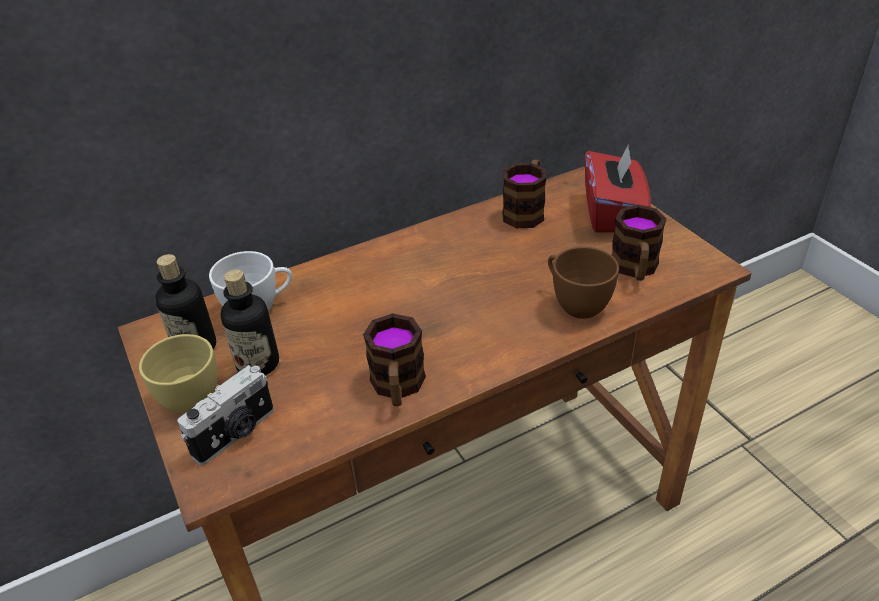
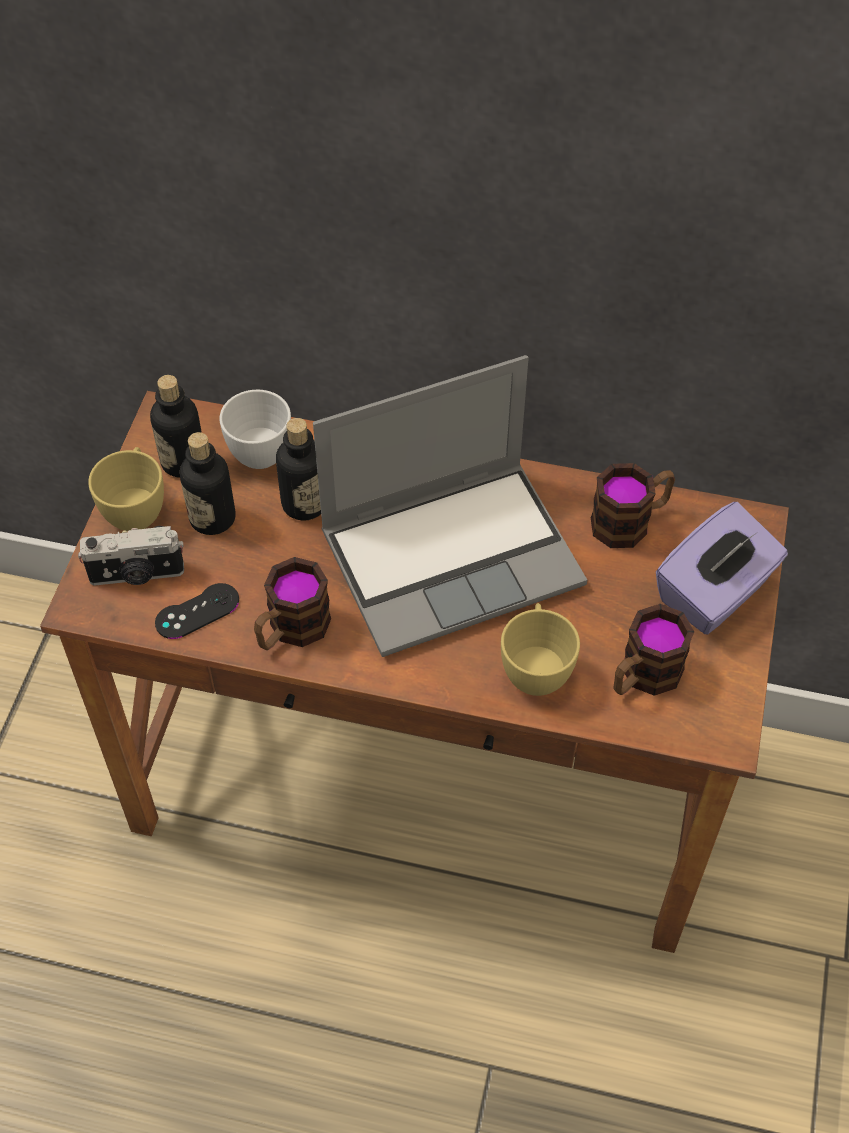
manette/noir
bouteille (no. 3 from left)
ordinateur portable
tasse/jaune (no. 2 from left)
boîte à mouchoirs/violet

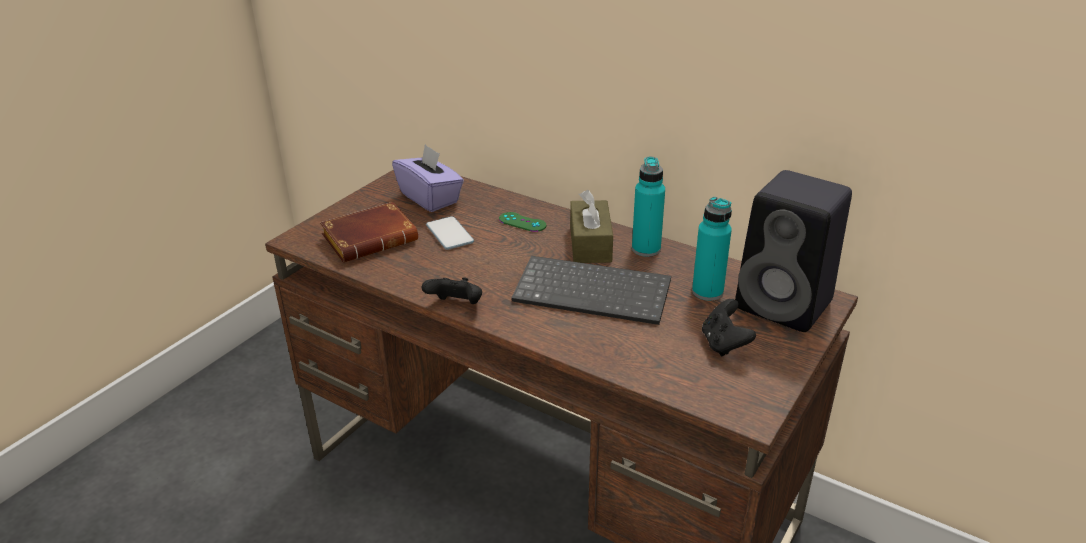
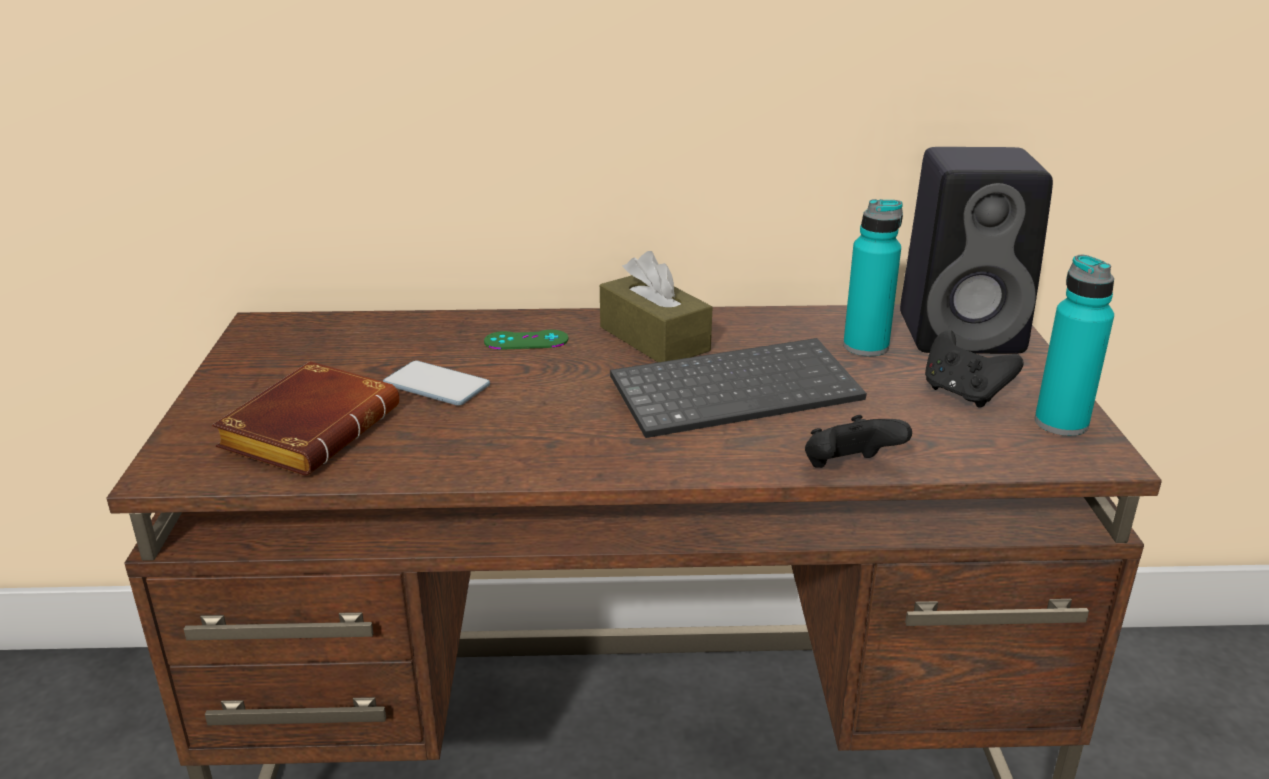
boîte à mouchoirs/violet
manette/noir (no. 1 from left)
bouteille/turquoise (no. 2 from left)

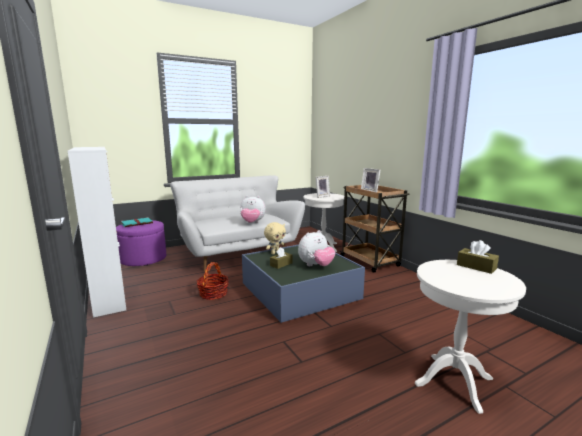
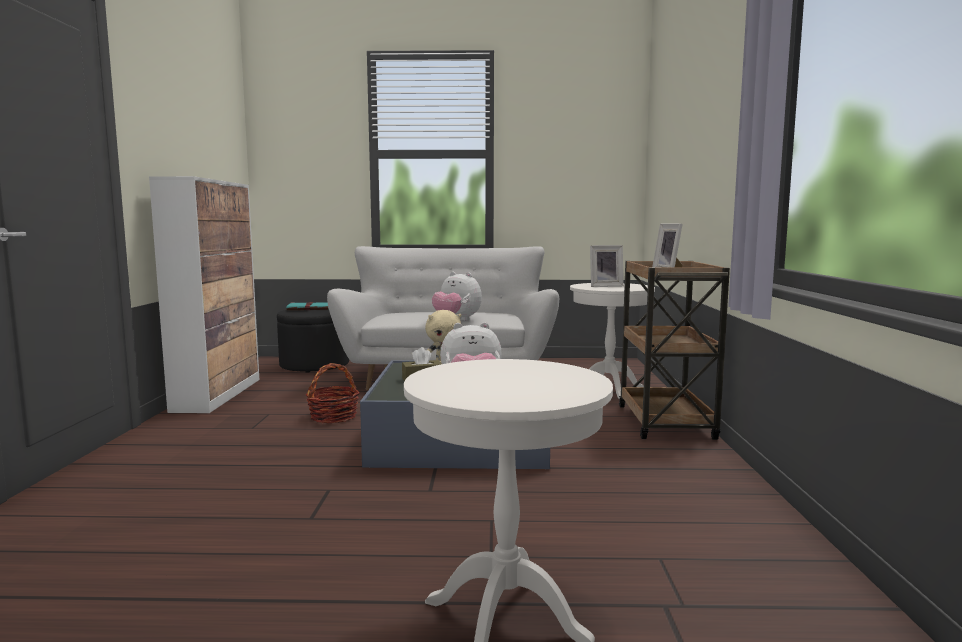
boîte à mouchoirs/marron (no. 2 from left in the first image)
pouf/noir

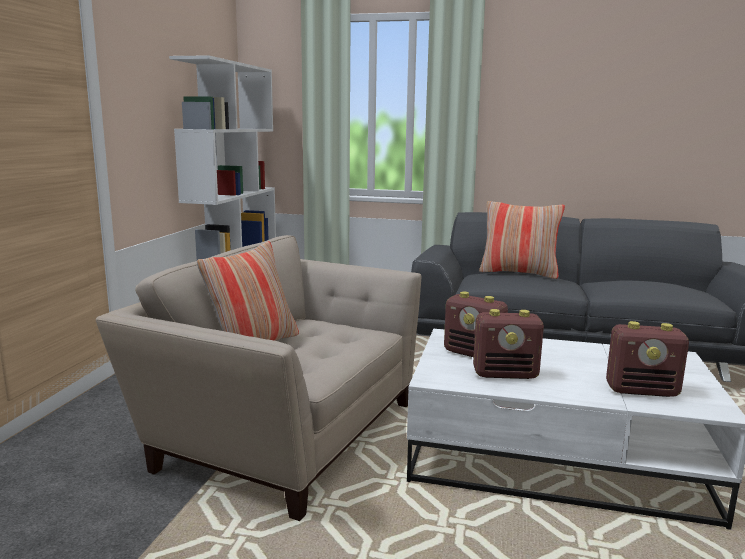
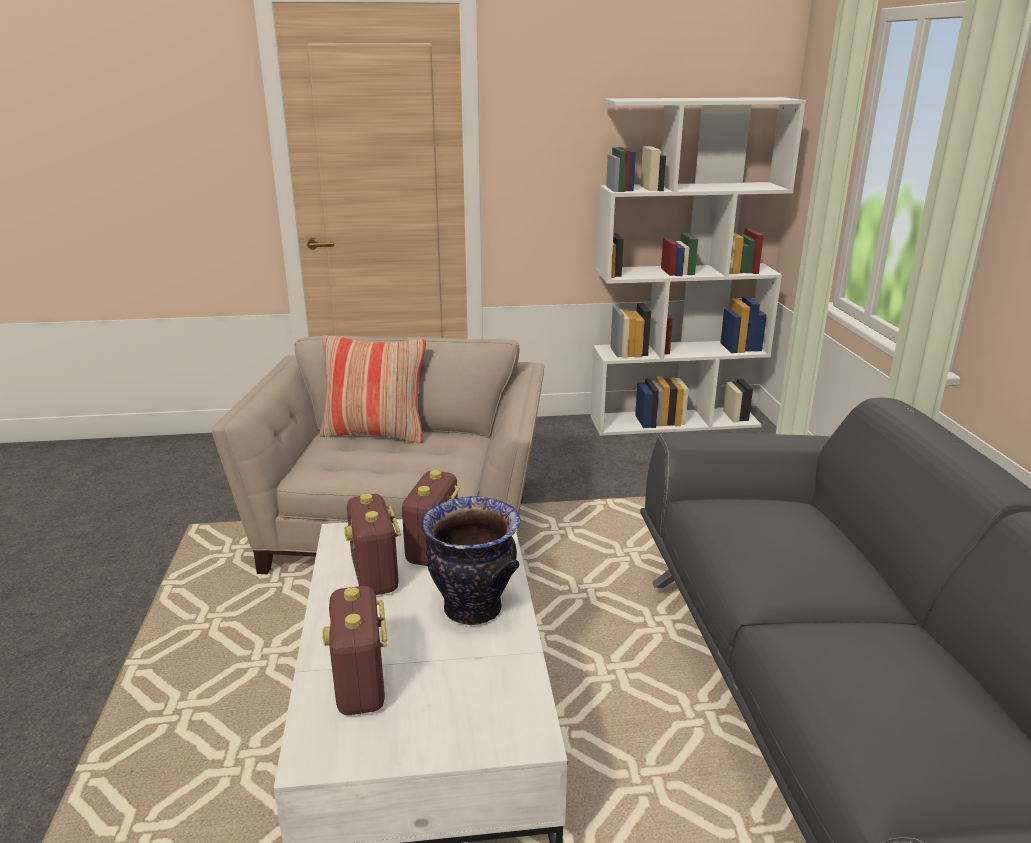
coussin (no. 2 from left in the first image)
vase

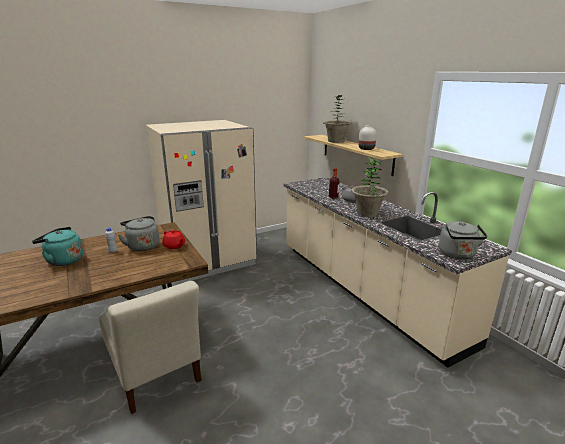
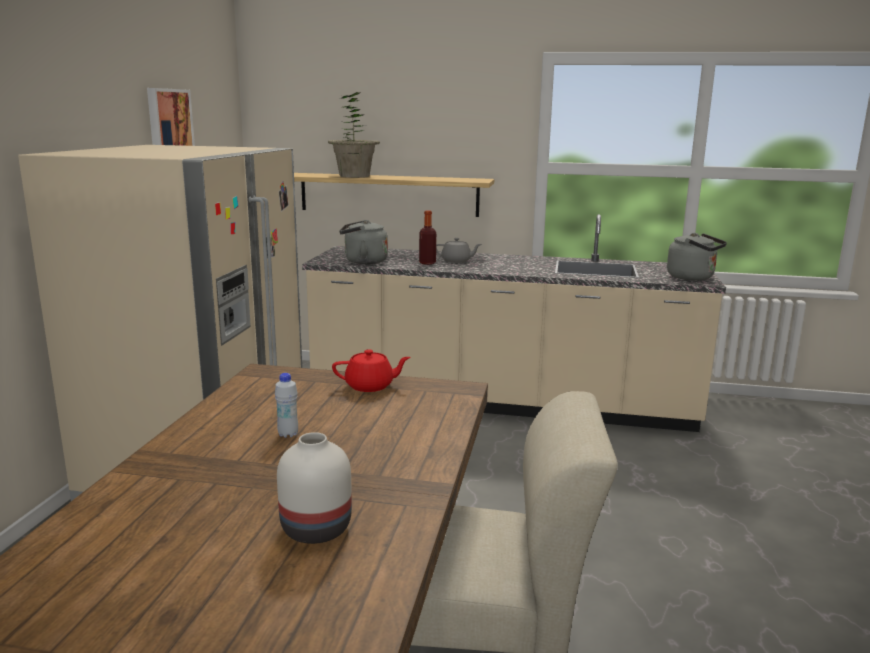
bouilloire/turquoise
plante en pot (no. 2 from left in the first image)
tableau
bouilloire/gris (no. 1 from left)
vase/blanc

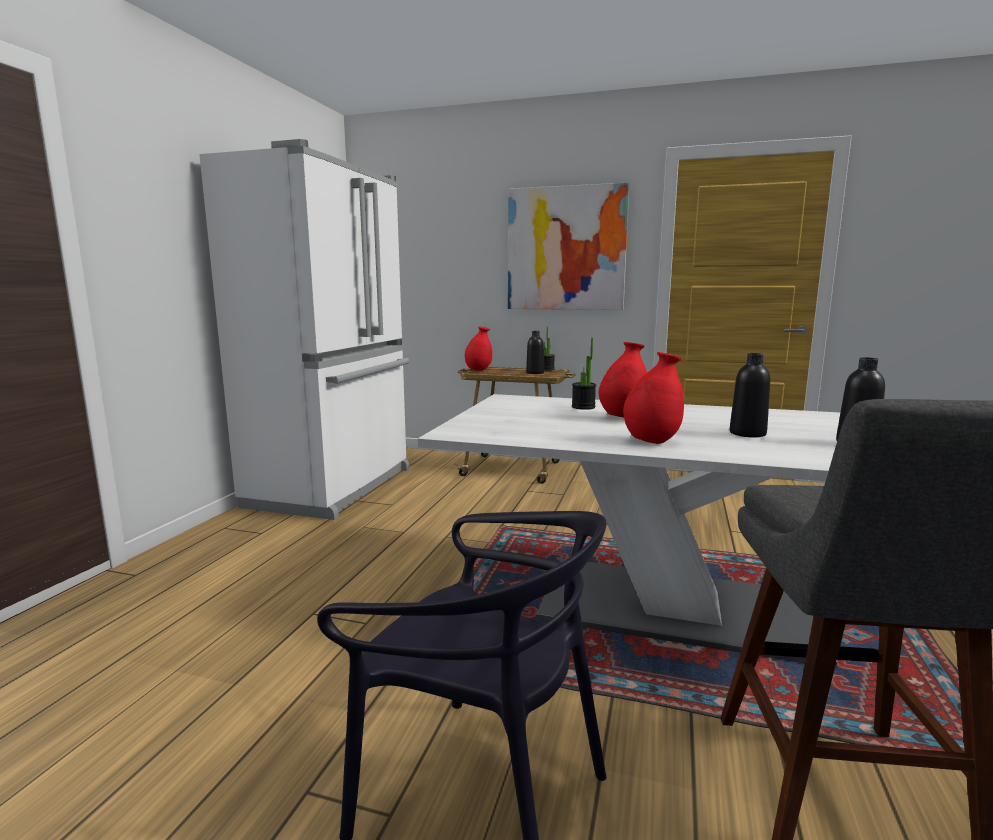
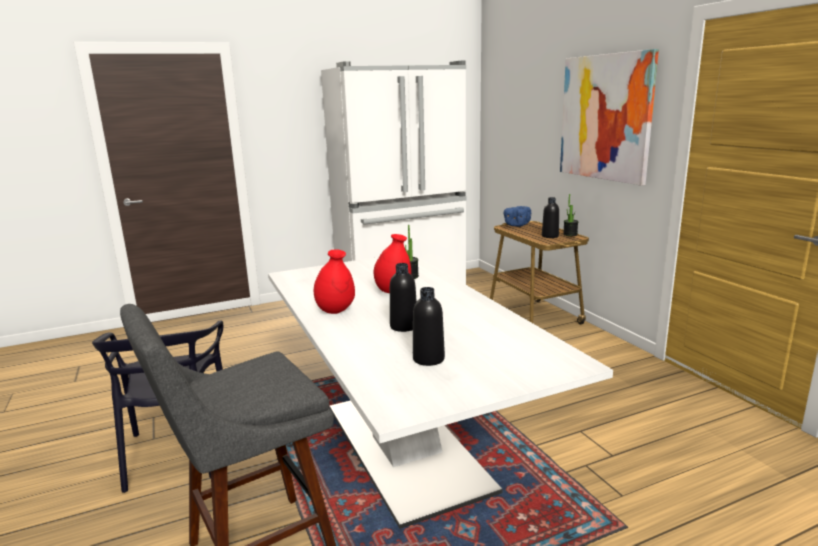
bol/bleu

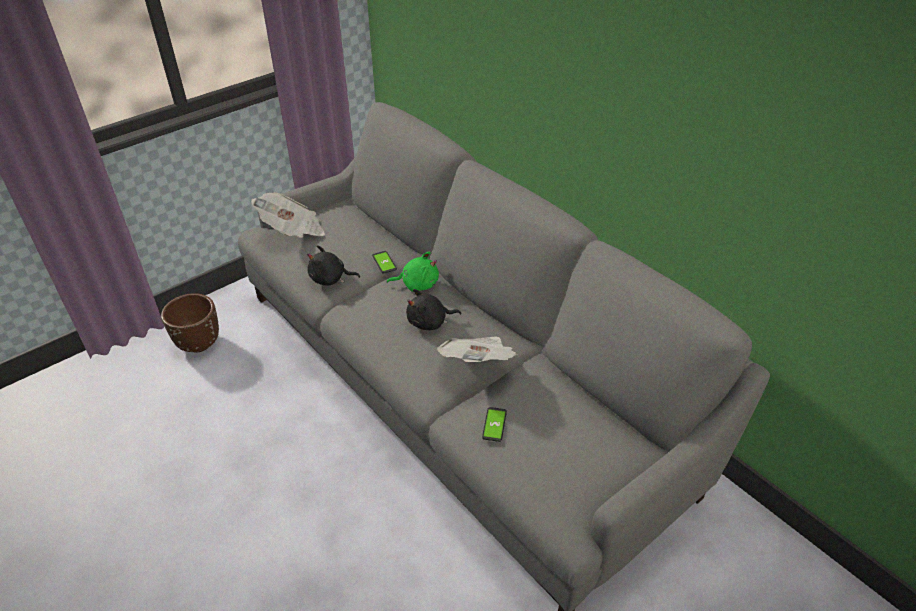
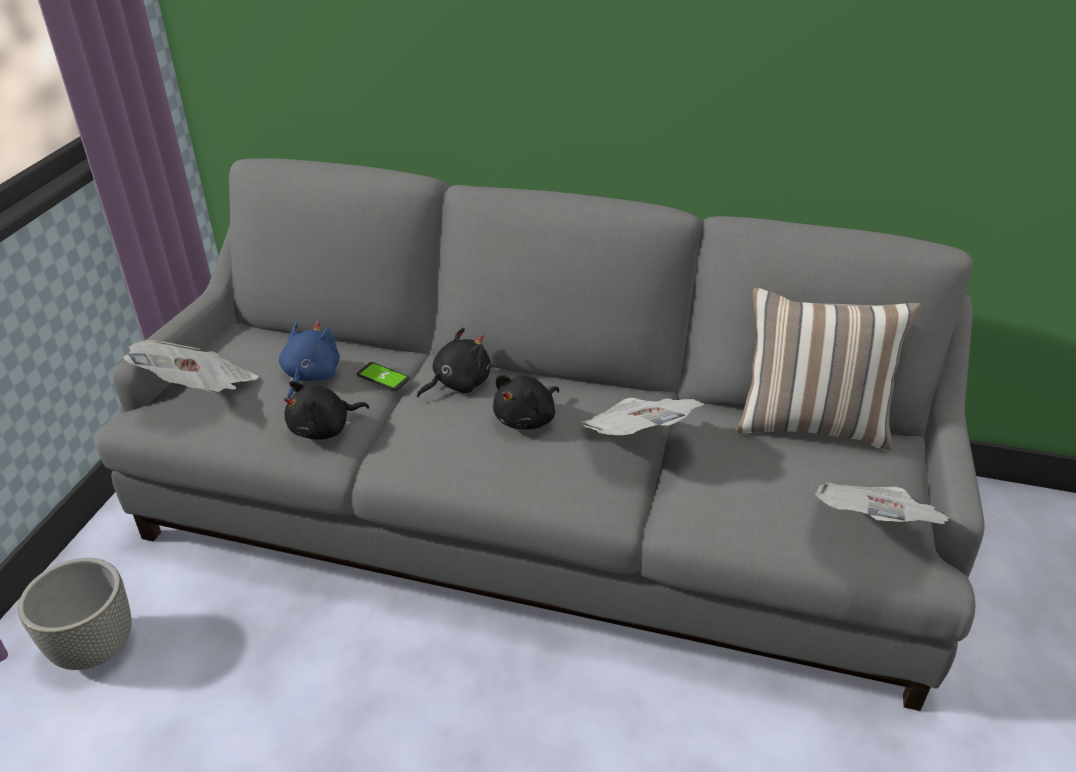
téléphone (no. 2 from left in the first image)
peluche/bleu
coussin
journal (no. 3 from left)
cache-pot/gris
peluche/noir (no. 2 from left)

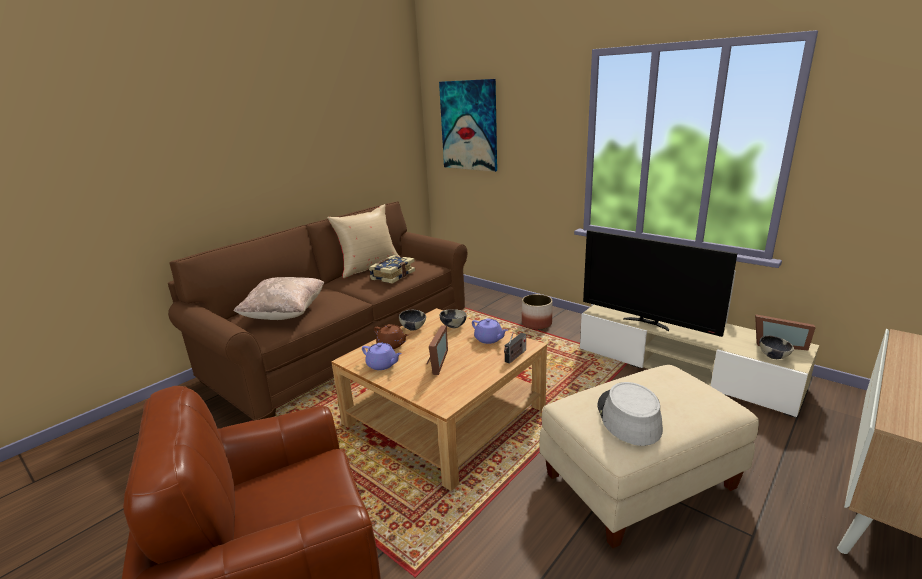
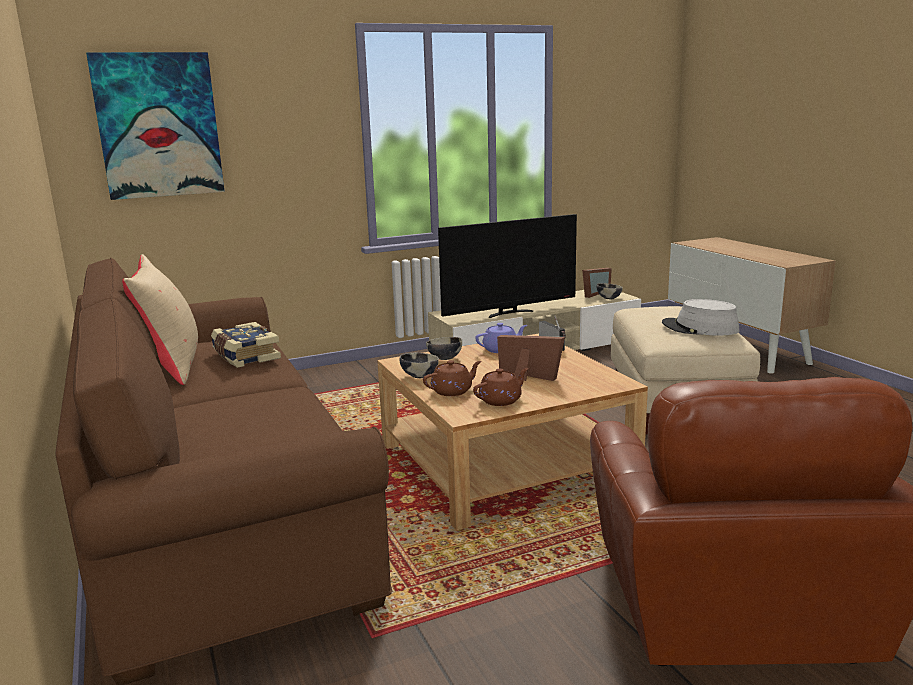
coussin/beige (no. 1 from left in the first image)
cache-pot
théière/marron (no. 2 from left)

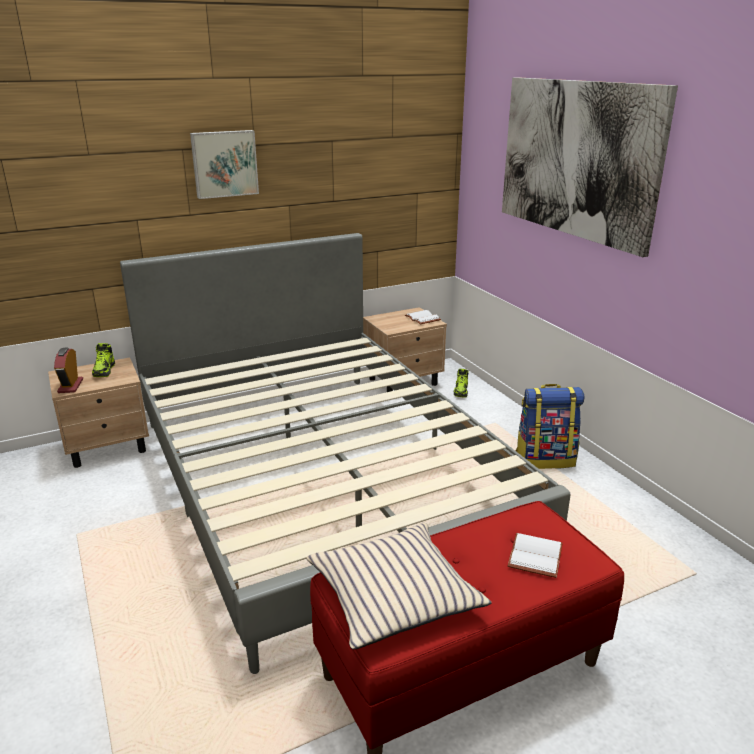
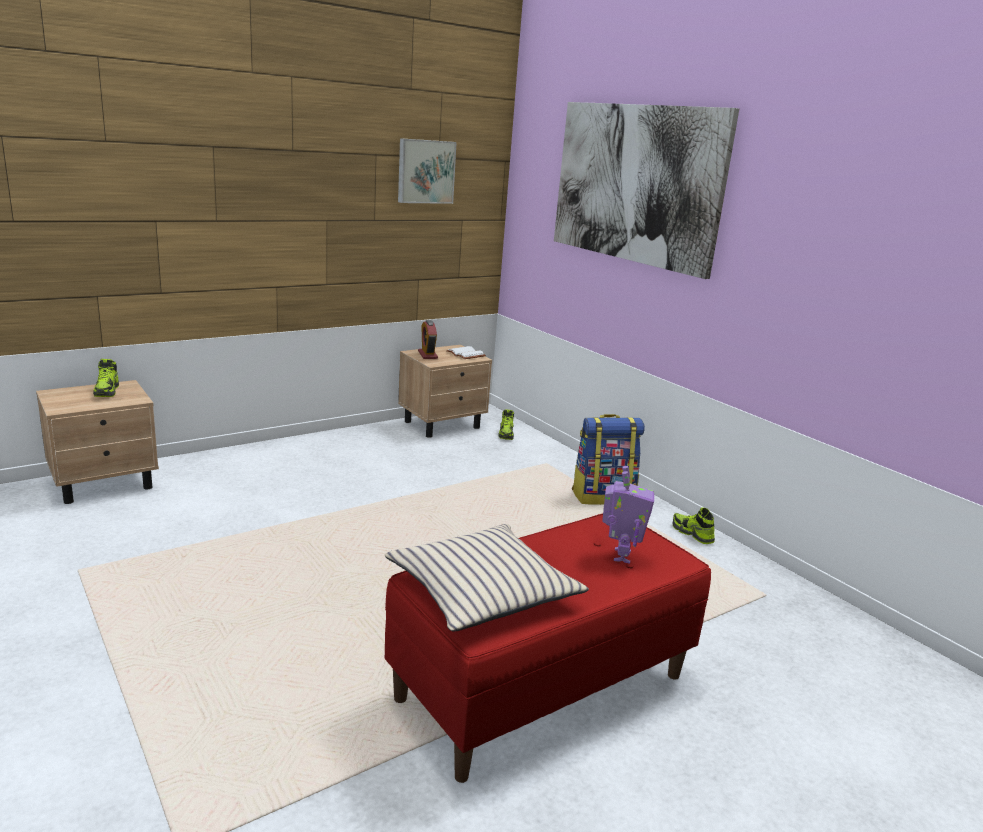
lit/gris
chaussure (no. 3 from left)
réveil
tableau (no. 1 from left)
robot jouet

